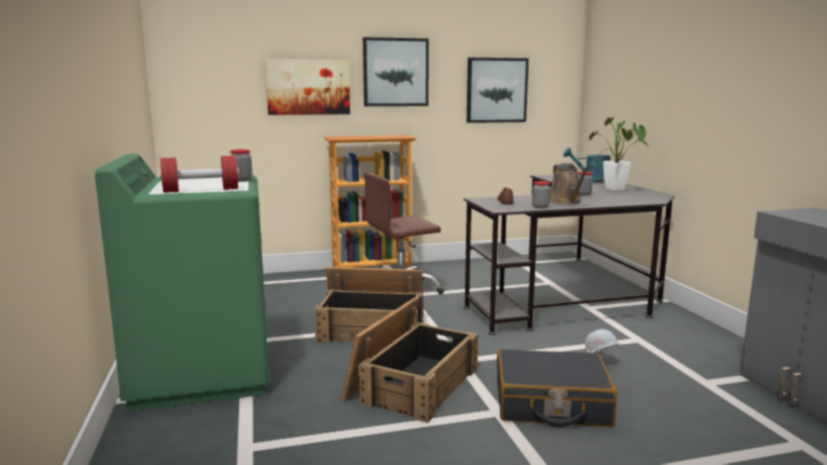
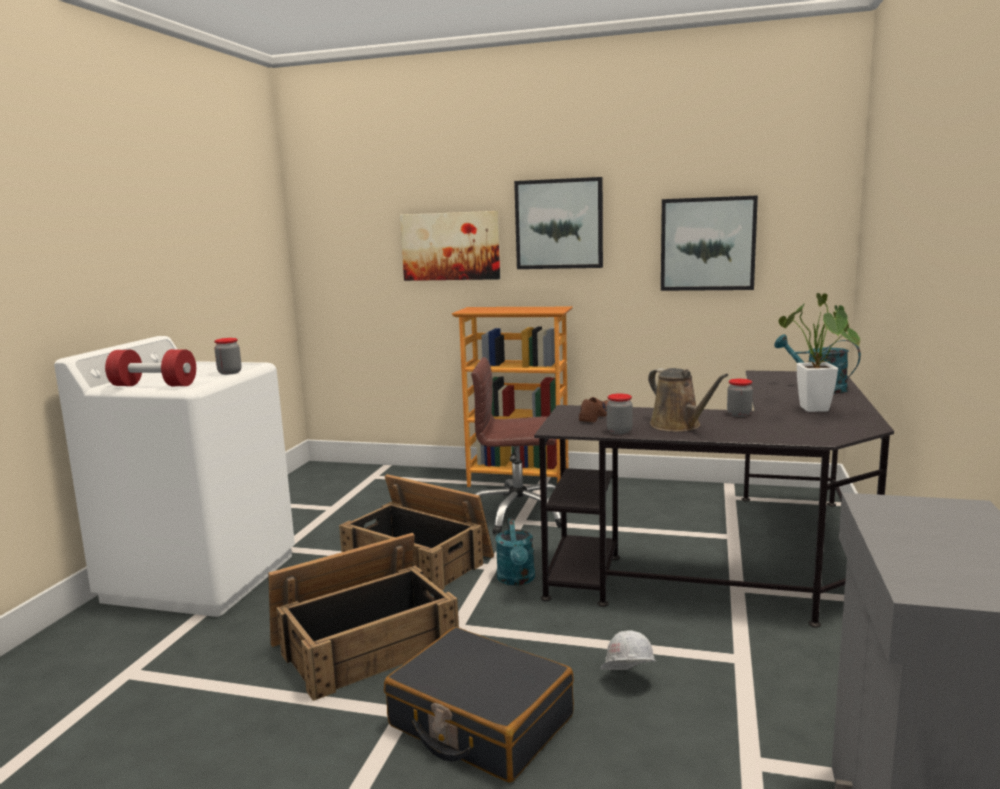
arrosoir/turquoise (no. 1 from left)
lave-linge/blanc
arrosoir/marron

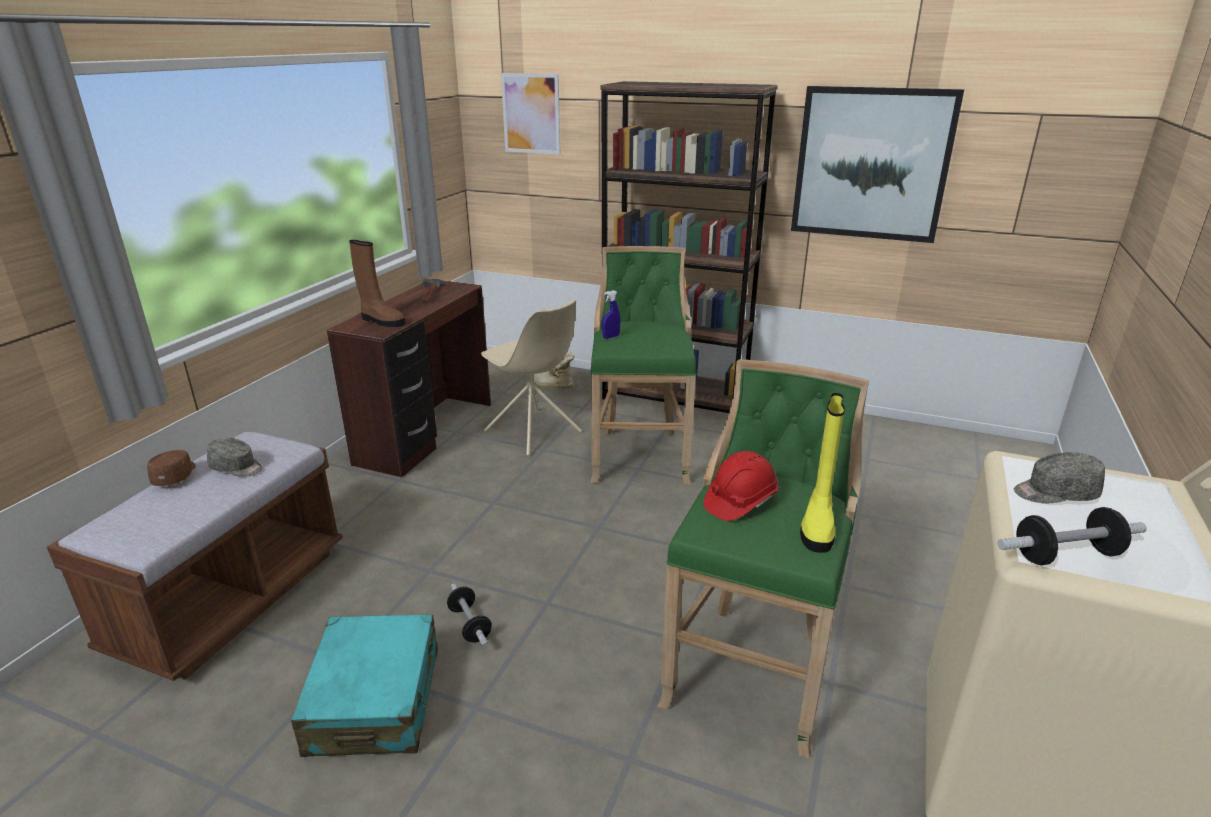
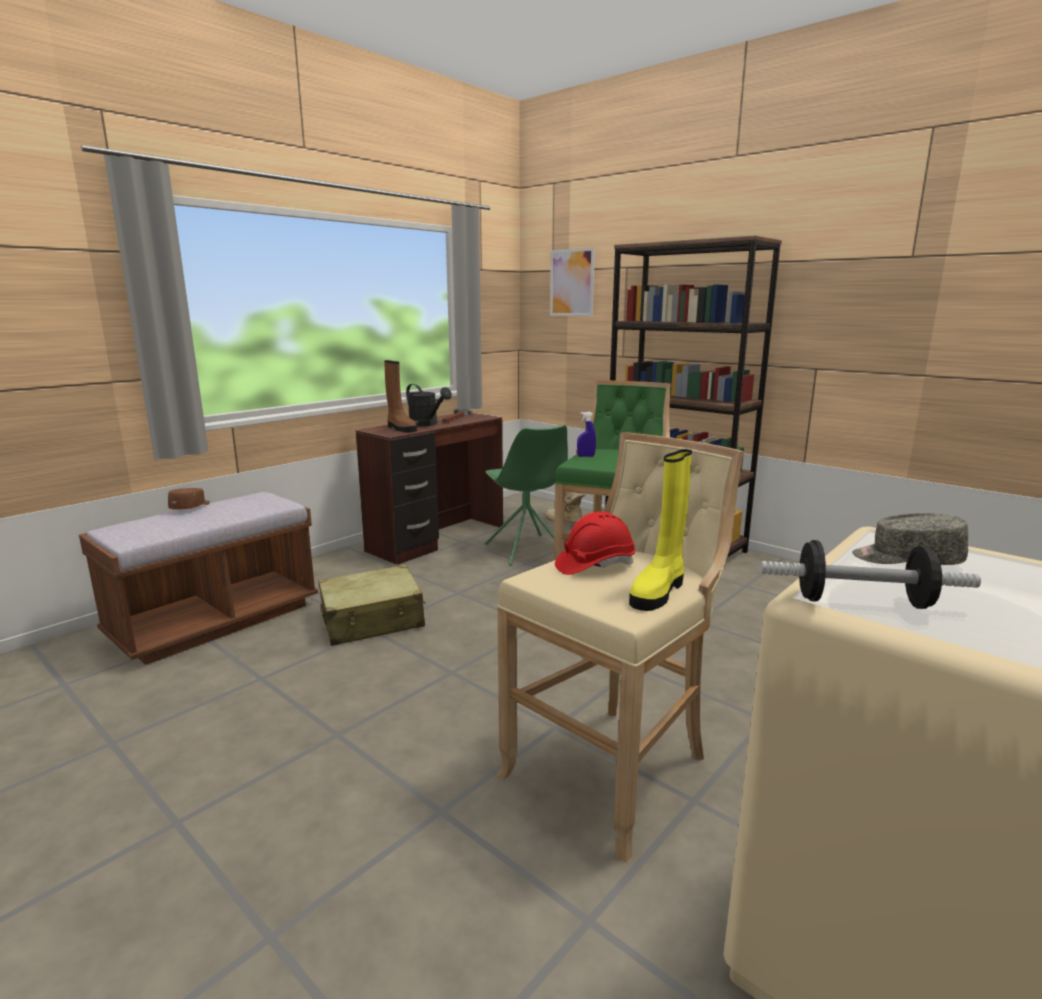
casquette/gris (no. 1 from left in the first image)
valise/turquoise
haltère (no. 1 from left in the first image)
tableau (no. 2 from left in the first image)
valise/beige
arrosoir/noir
chaise/vert
tabouret/beige

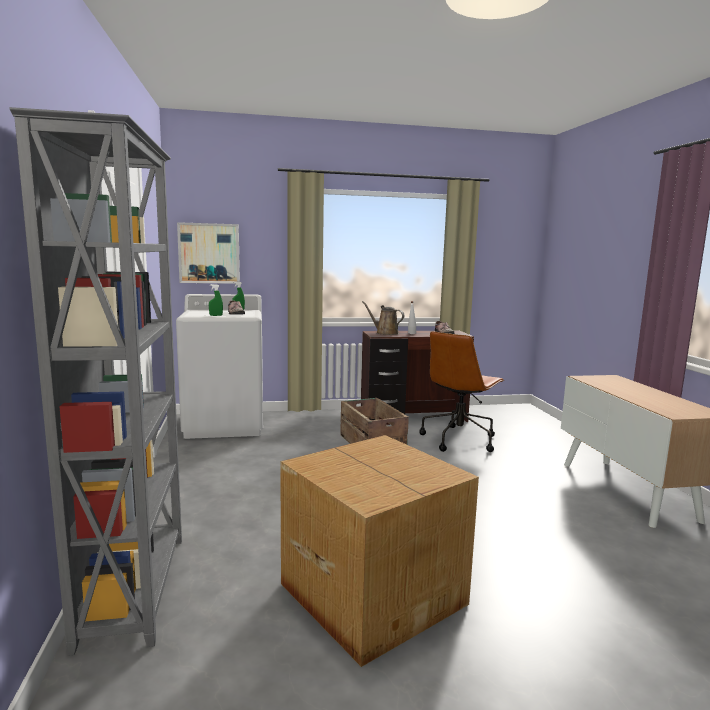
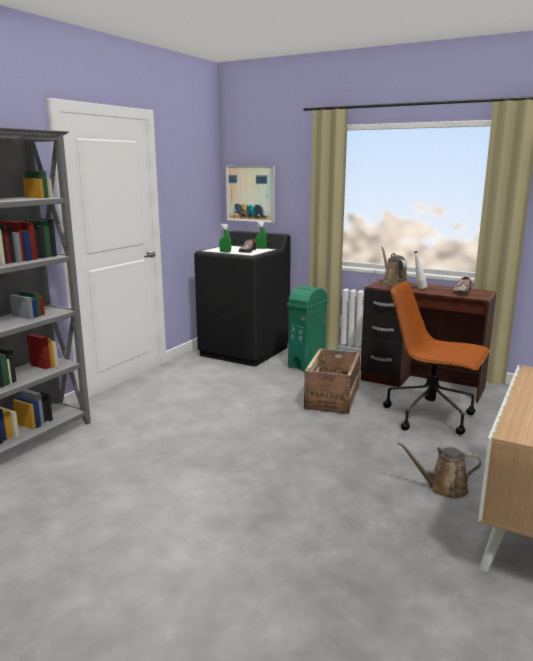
carton
poubelle/vert
arrosoir/marron (no. 2 from left)
lave-linge/noir
chaise de bureau/marron

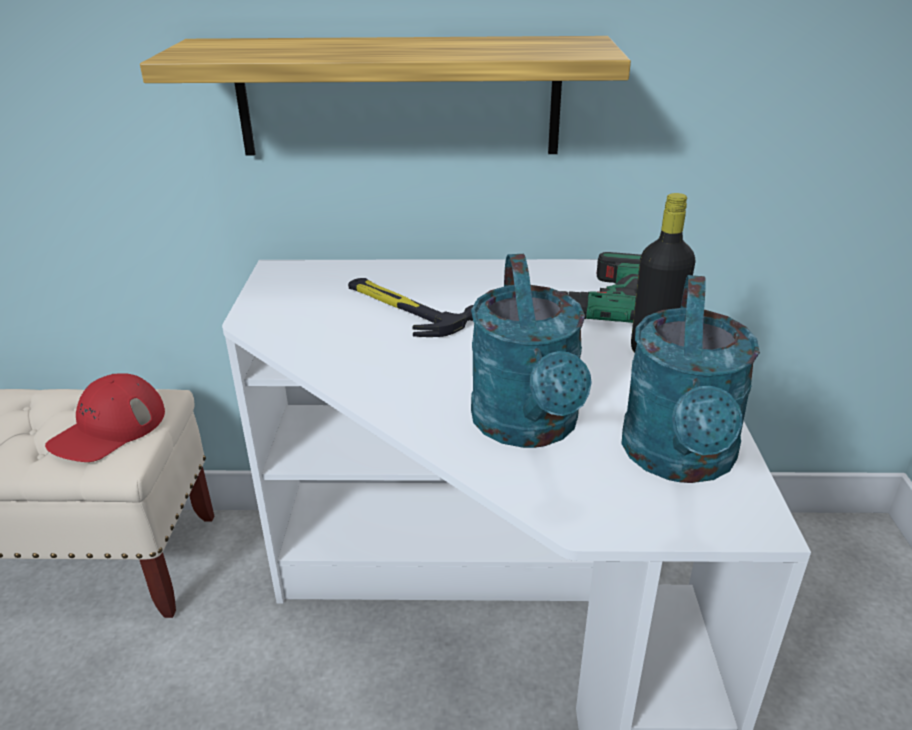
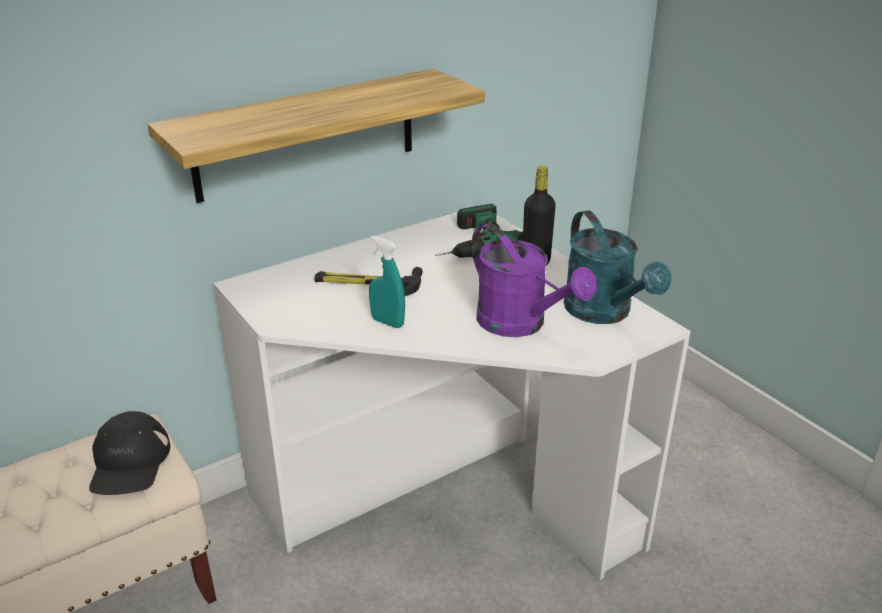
vaporisateur/turquoise
casquette/noir
arrosoir/violet

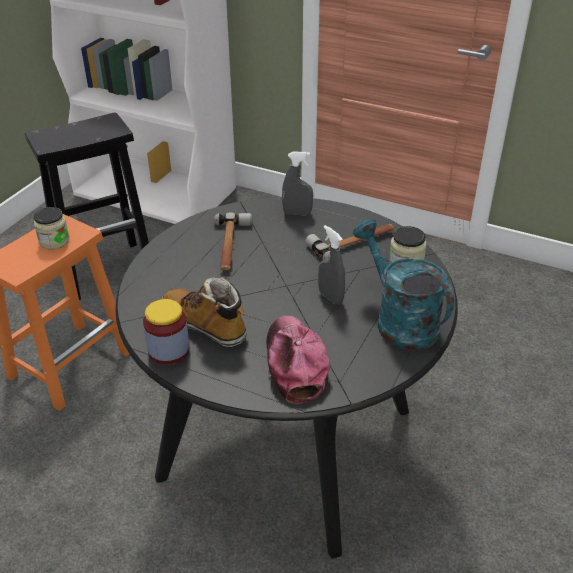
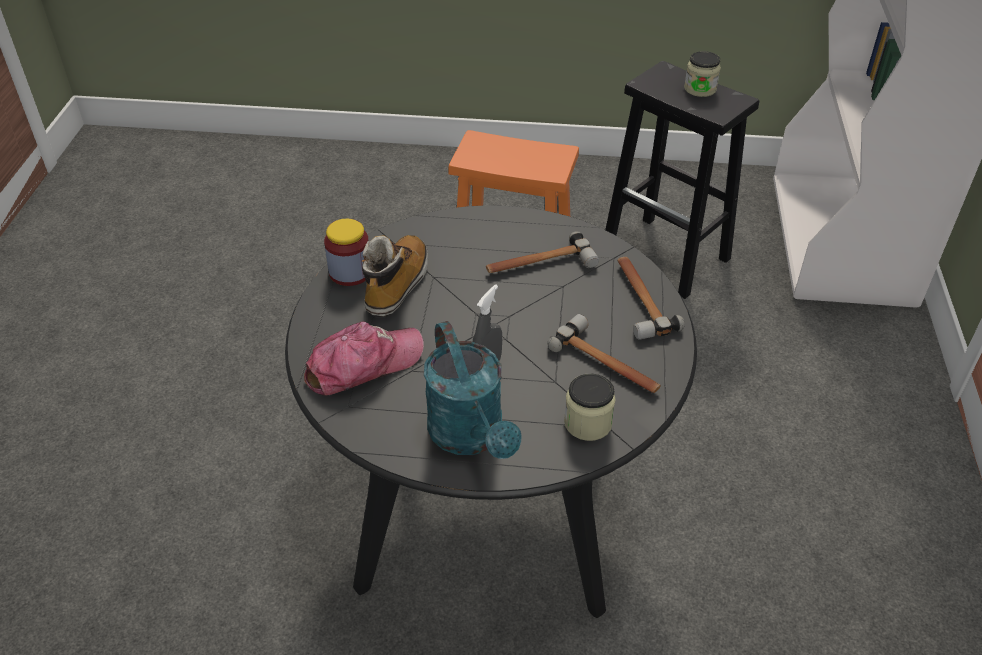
bocal (no. 3 from left)
marteau (no. 3 from left)
arrosoir/turquoise

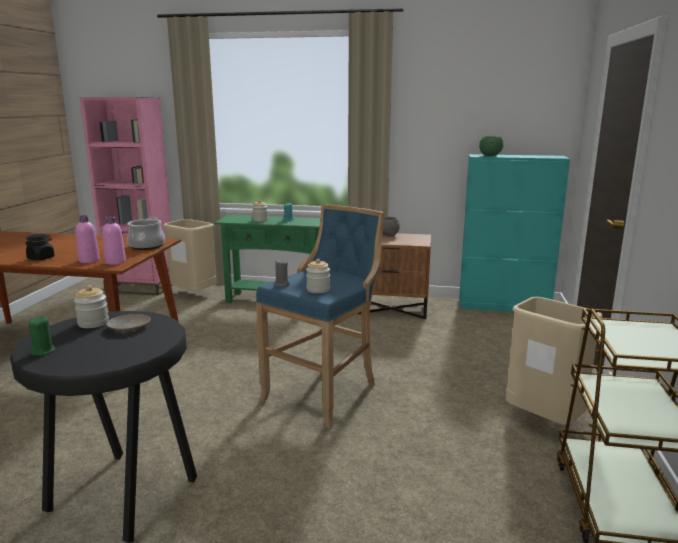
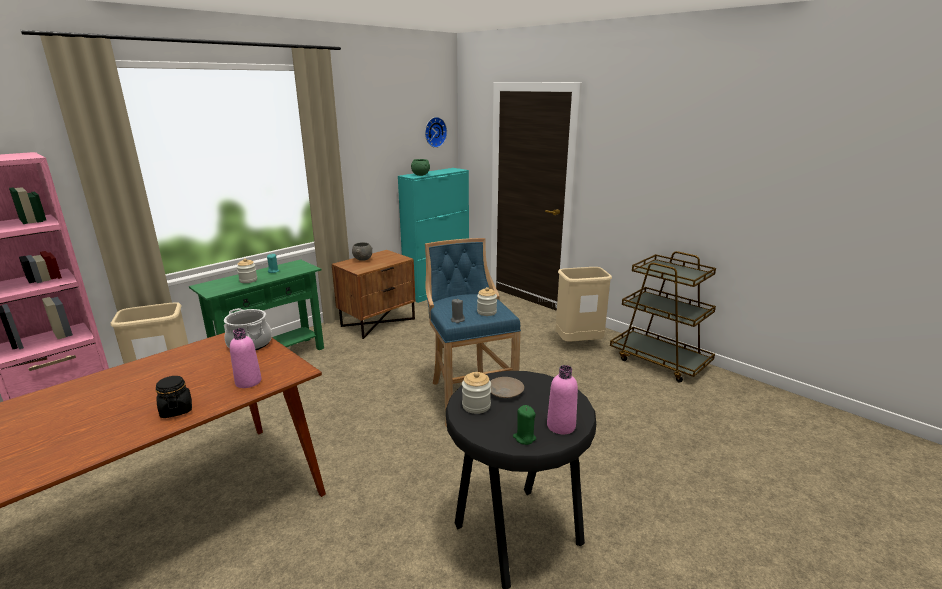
horloge murale
bouteille/rose (no. 2 from left)

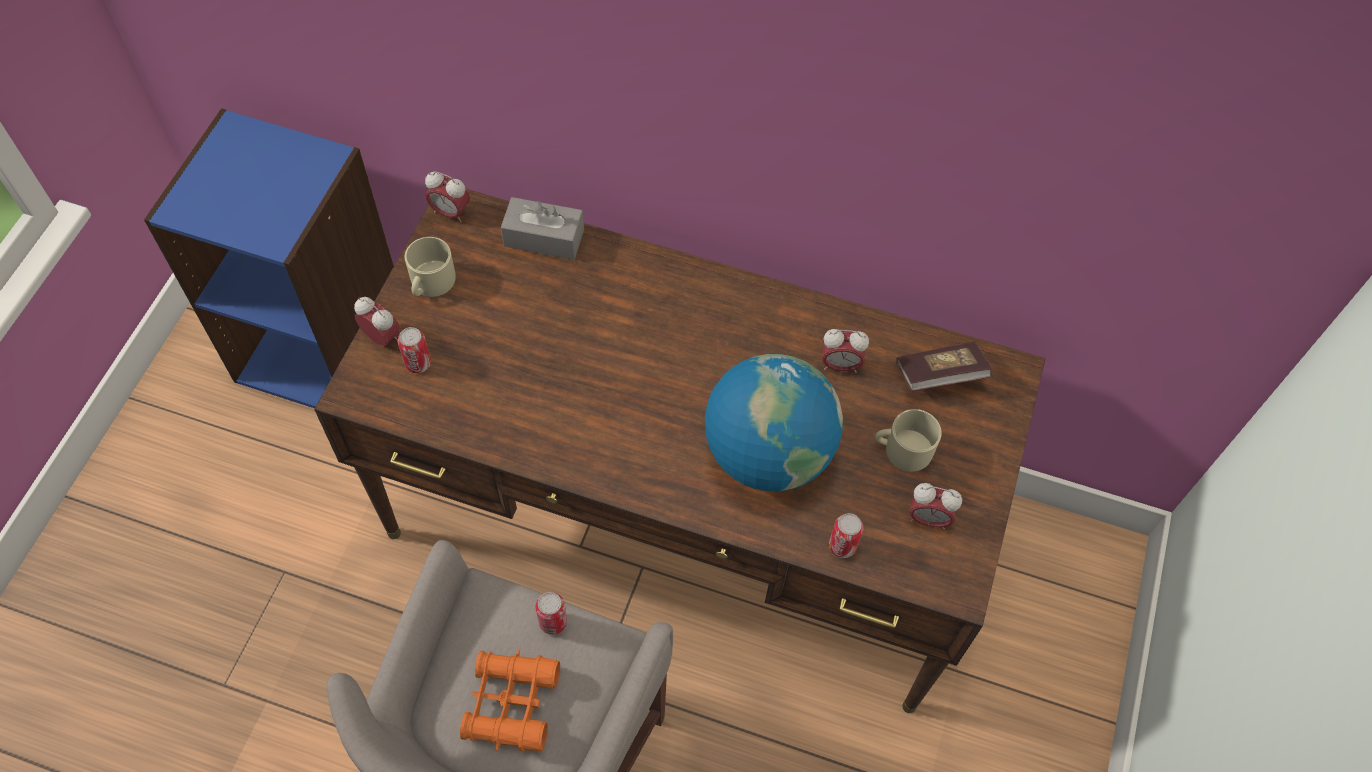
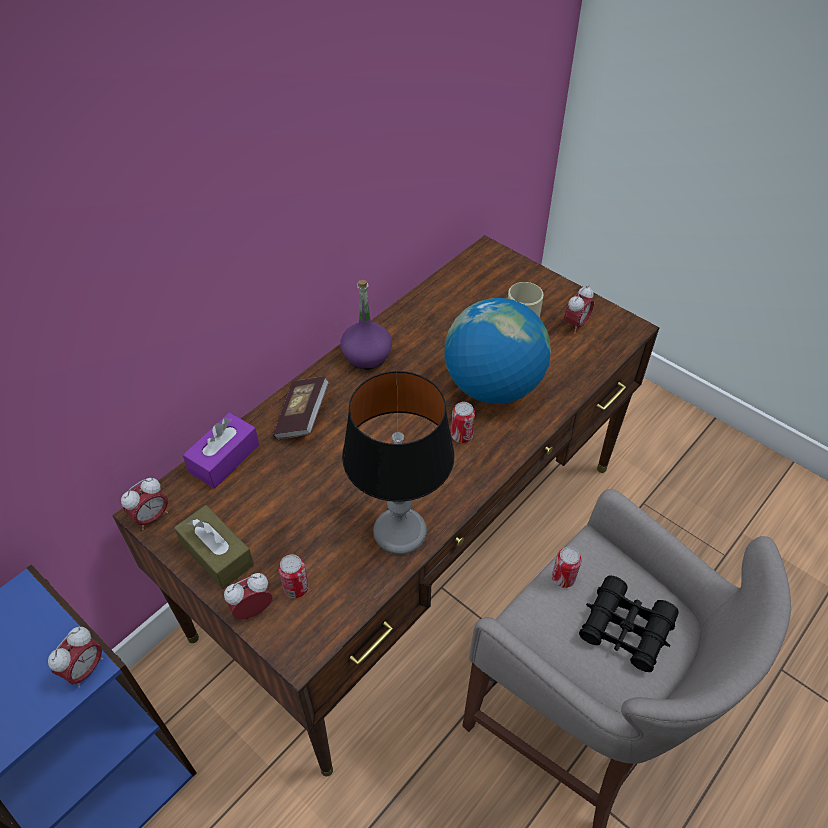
bouteille/violet
lampe de table
réveil (no. 1 from left)
boîte métallique (no. 2 from left)
livre
boîte à mouchoirs/marron
jumelles/noir
boîte à mouchoirs/violet

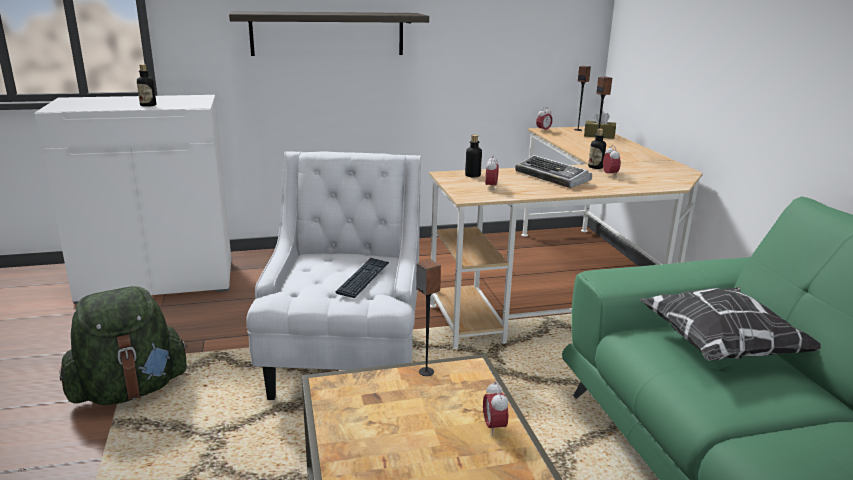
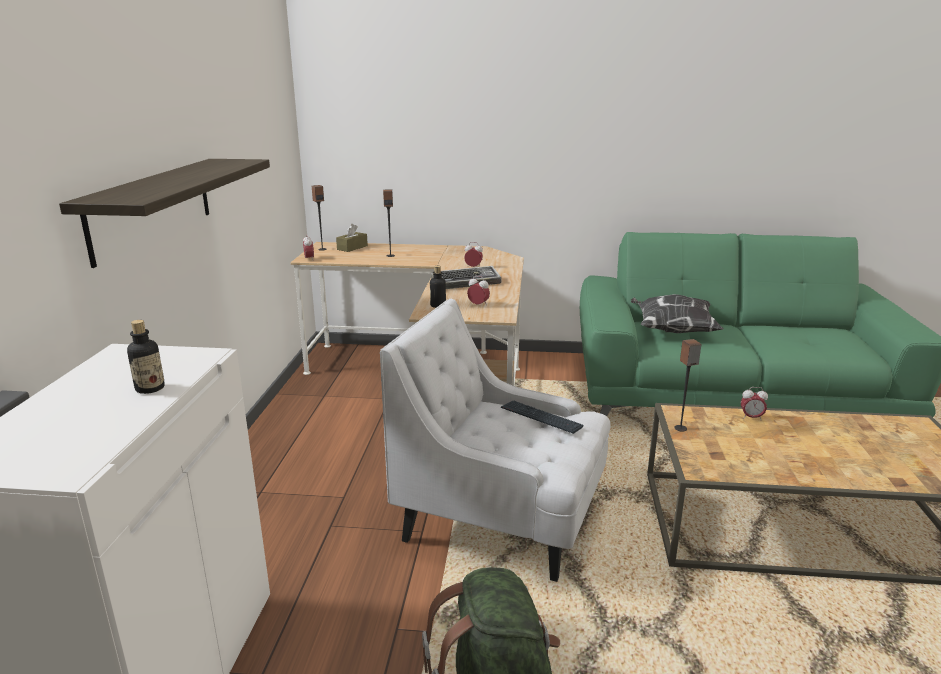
bouteille (no. 3 from left in the first image)

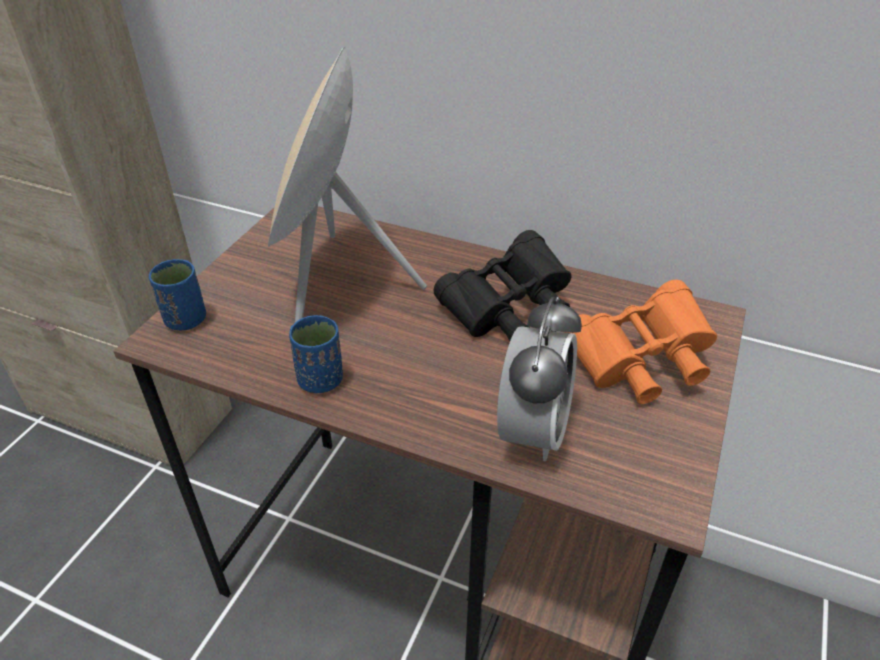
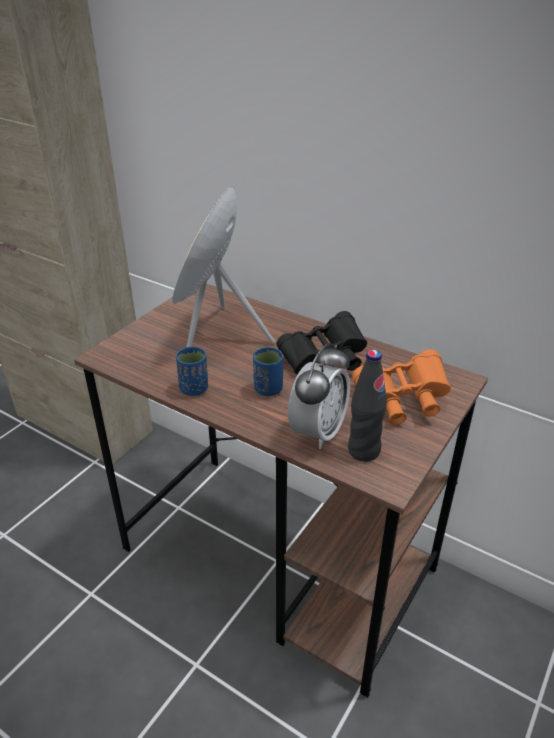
bouteille/noir
tasse/bleu (no. 2 from left)

